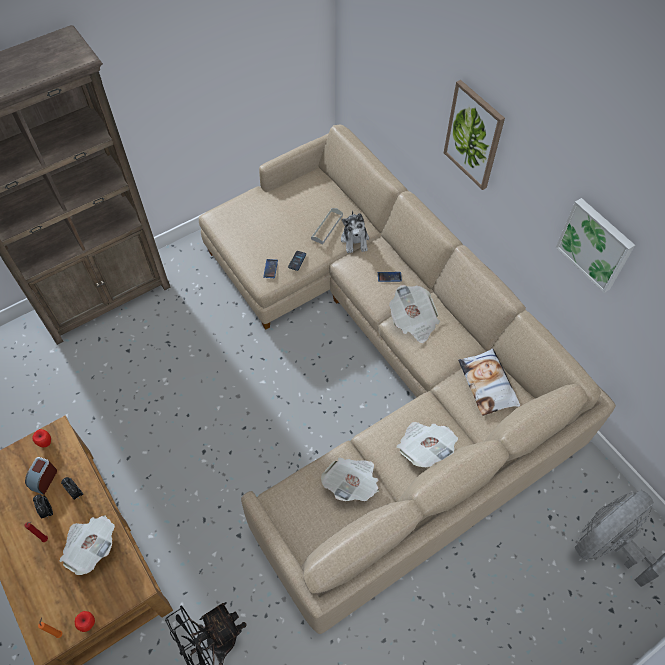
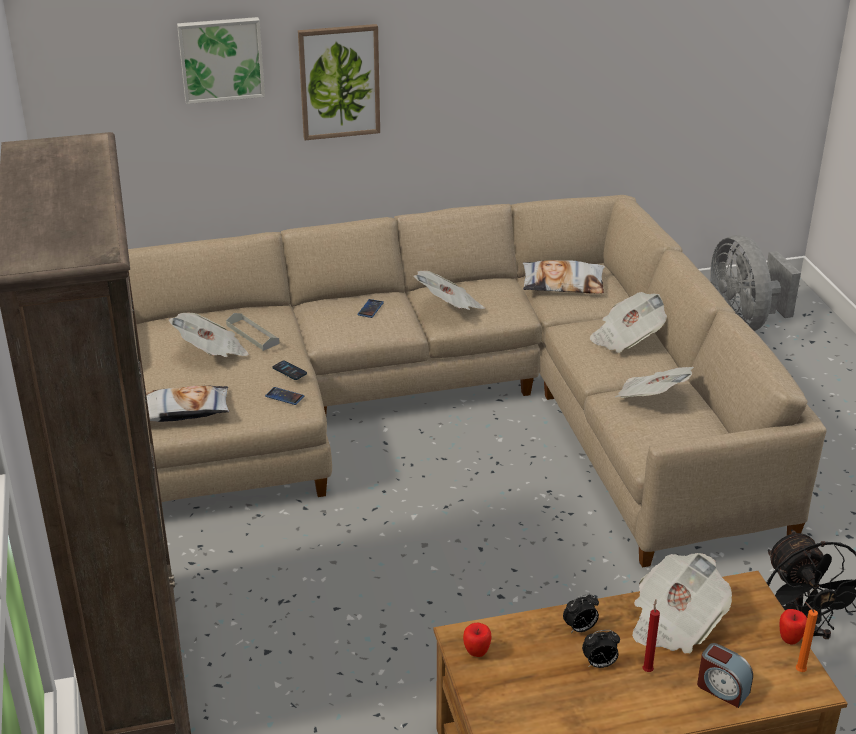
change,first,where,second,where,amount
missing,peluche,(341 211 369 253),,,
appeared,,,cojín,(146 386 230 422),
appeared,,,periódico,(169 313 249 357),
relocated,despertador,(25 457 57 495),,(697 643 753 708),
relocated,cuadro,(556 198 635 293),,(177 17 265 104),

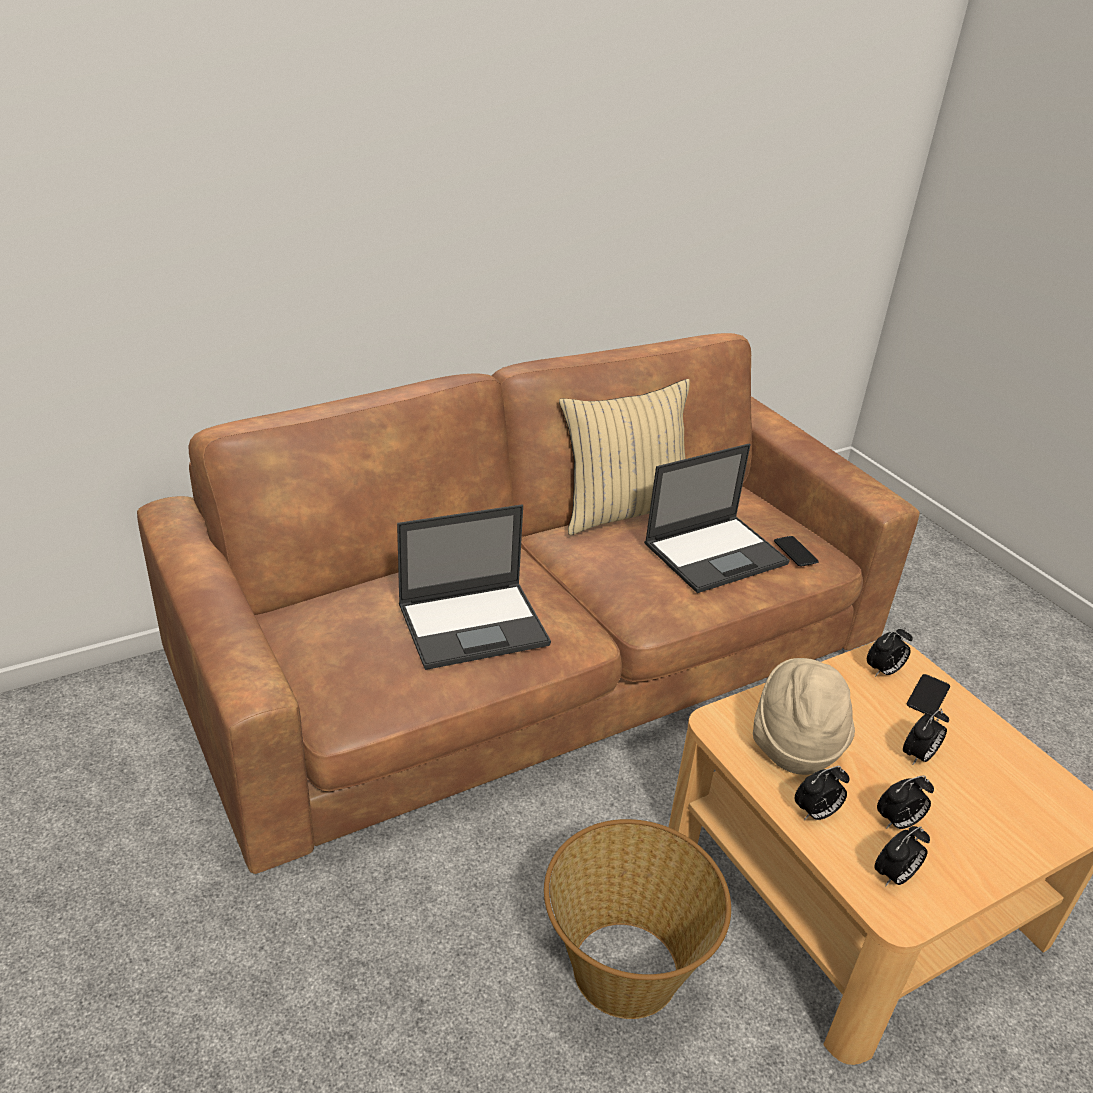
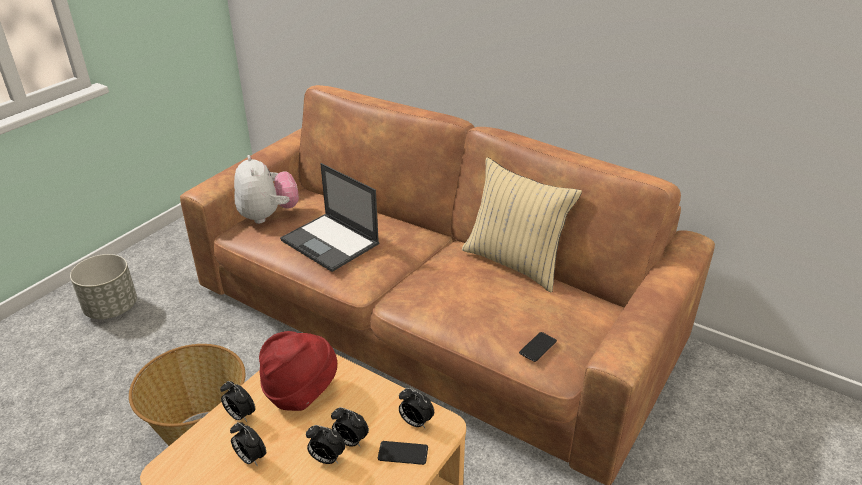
change,first,where,second,where,amount
missing,portátil,(644 444 790 593),,,
appeared,,,maceta (gris),(70 254 137 319),
appeared,,,peluche,(234 155 299 224),
relocated,despertador,(874 826 930 887),,(331 407 369 447),
colour,sombrero (beis),(753 658 855 775),sombrero (rojo),(259 331 337 411),

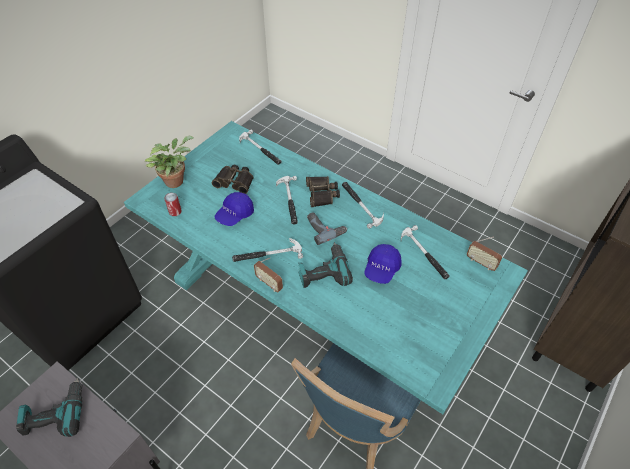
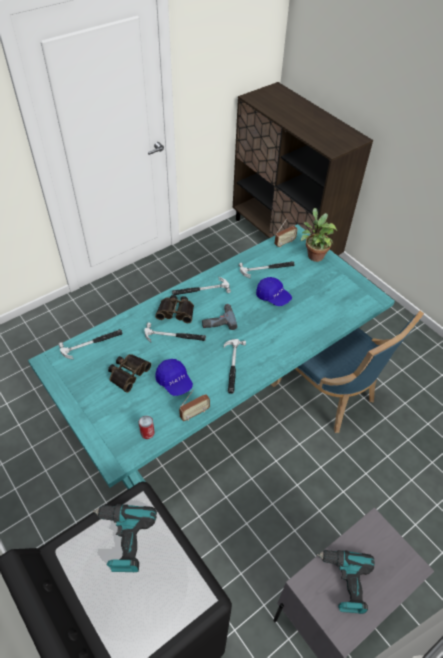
change,first,where,second,where,amount
relocated,planta en maceta,(145 136 194 188),,(301 208 337 262),
relocated,radio,(254 258 283 292),,(179 390 210 421),
relocated,taladro,(298 242 353 288),,(92 504 157 572),

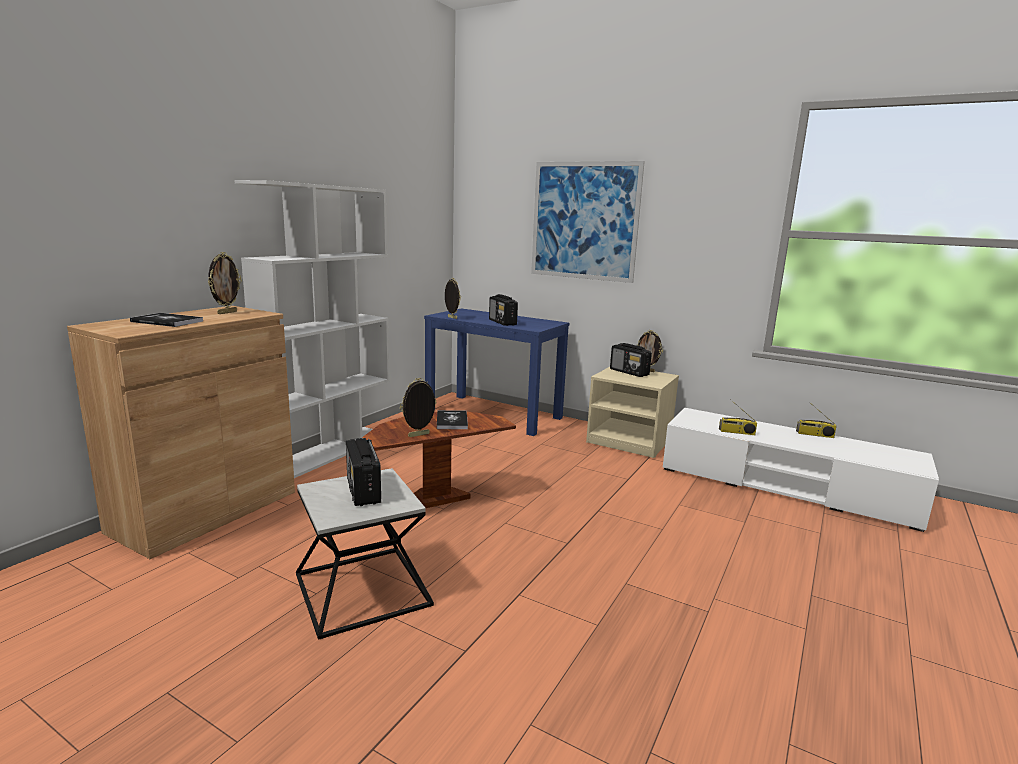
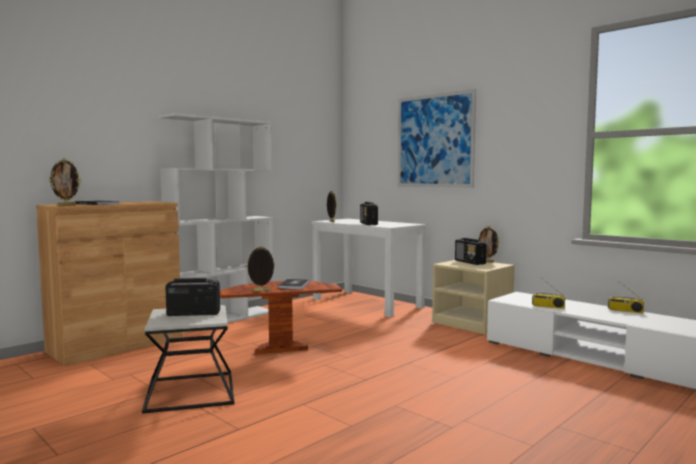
change,first,where,second,where,amount
relocated,portarretratos,(208 252 242 314),,(49 158 82 206),
colour,mesa consola (azul),(424 308 569 436),mesa consola (blanco),(312 219 426 317),
spun,radio,(346 438 381 506),,(166 278 220 316),90 degrees clockwise

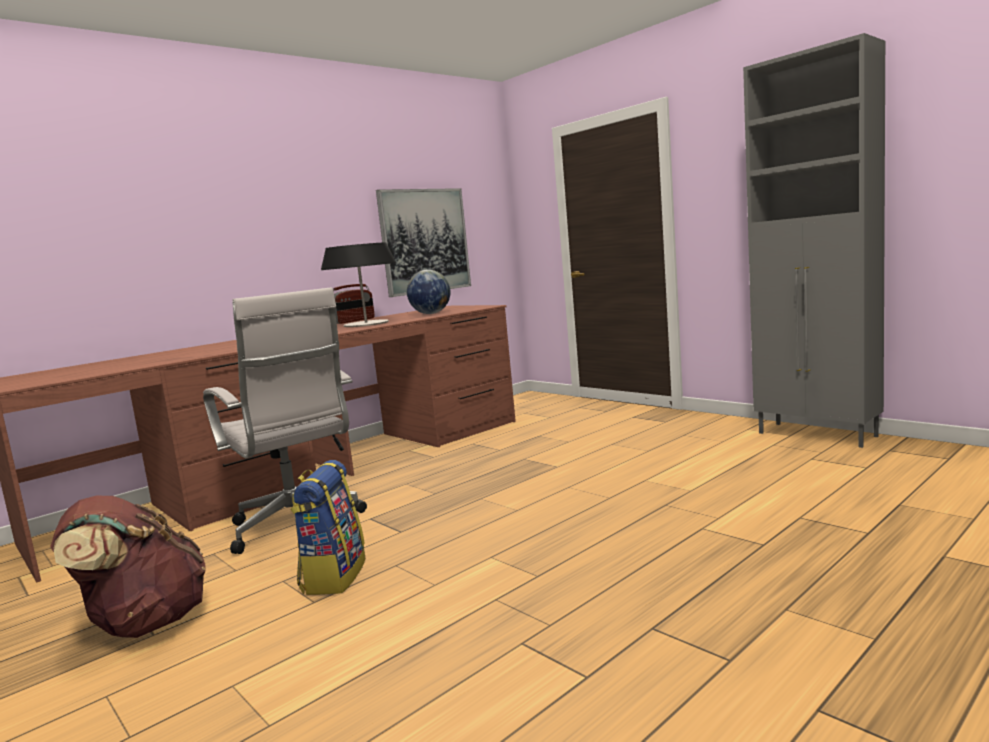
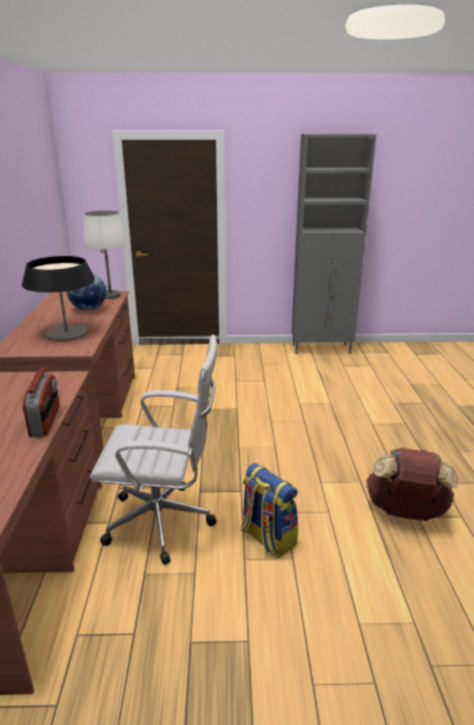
change,first,where,second,where,amount
missing,cuadro,(376 188 471 297),,,
appeared,,,lámpara de mesa (blanco),(83 210 126 299),
relocated,mochila (marrón),(50 496 206 638),,(366 448 459 521),
relocated,radio,(333 284 375 324),,(23 367 60 437),

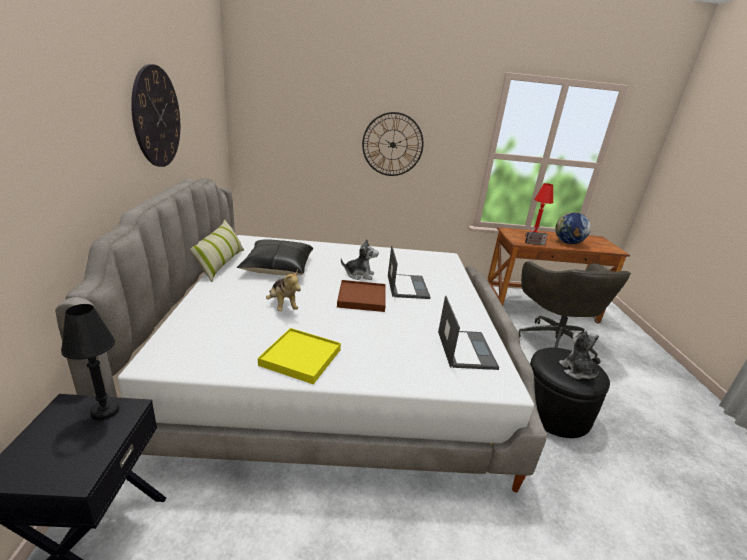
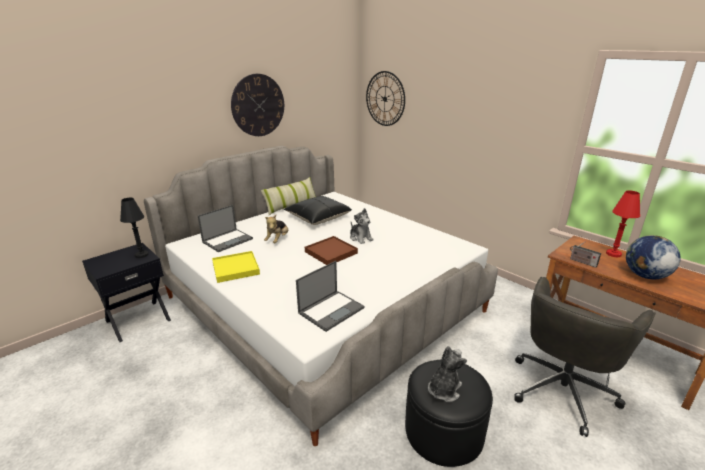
change,first,where,second,where,amount
relocated,reloj de pared,(362 112 424 176),,(366 71 405 126),
relocated,portátil,(388 245 430 299),,(198 205 253 252),

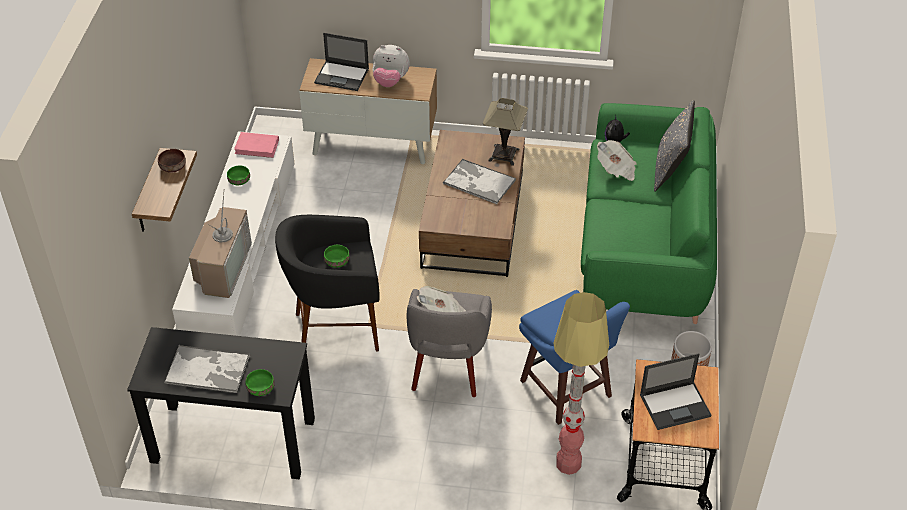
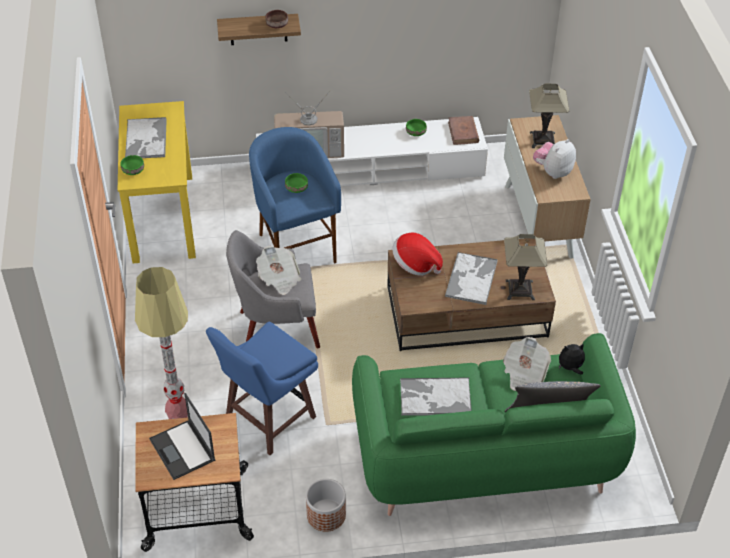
change,first,where,second,where,amount
appeared,,,sombrero,(393 233 443 276),
appeared,,,bandeja,(400 378 472 416),
exchanged,portátil,(314 33 369 91),lámpara de mesa,(529 84 569 148),
colour,escritorio (negro),(127 327 315 480),escritorio (amarillo),(118 101 196 263),
colour,libro (rosa),(234 132 279 158),libro (marrón),(448 116 479 145),
colour,taburete (negro),(275 215 380 351),taburete (azul),(249 127 341 263),
spun,peluche,(372 45 410 87),,(533 139 576 179),45 degrees clockwise

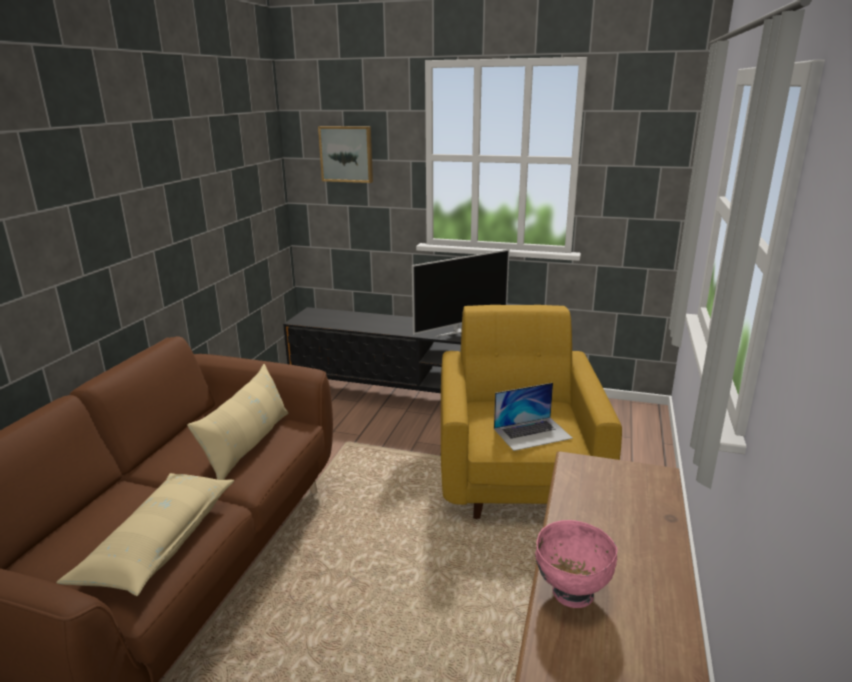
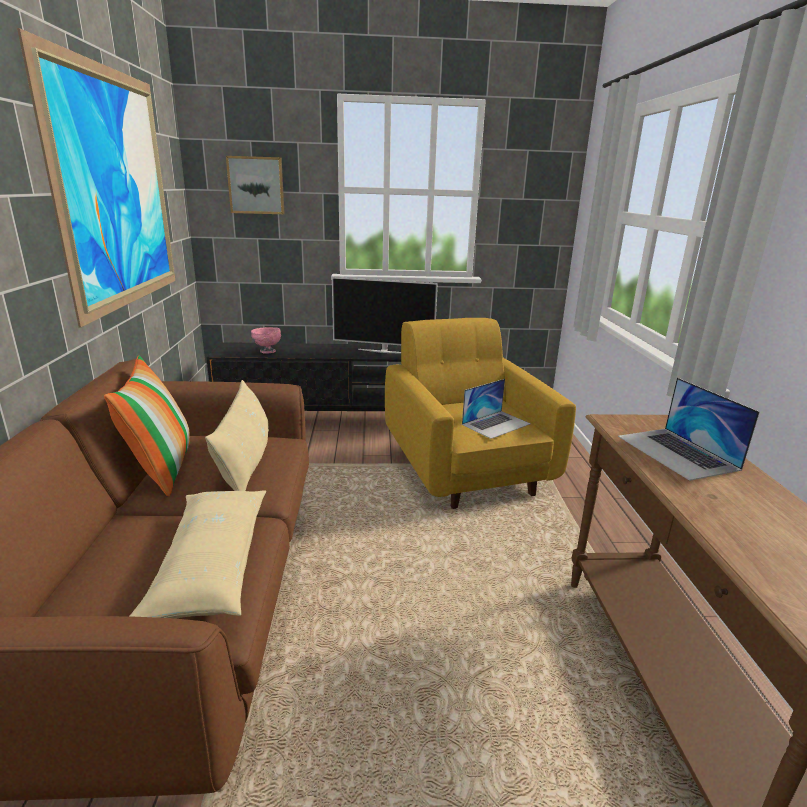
change,first,where,second,where,amount
appeared,,,cuadro,(17 28 175 327),
appeared,,,cojín,(104 356 190 497),
appeared,,,portátil,(618 378 760 481),
relocated,cuenco (rosa),(535 520 618 608),,(251 327 281 354),
spun,televisor,(412 249 509 337),,(332 277 438 354),60 degrees clockwise

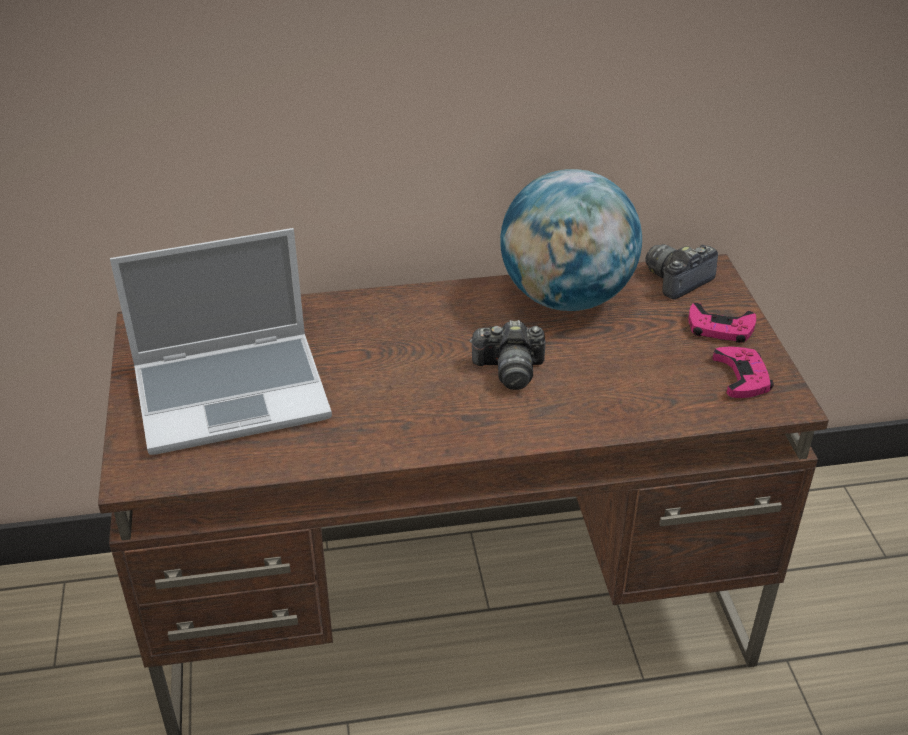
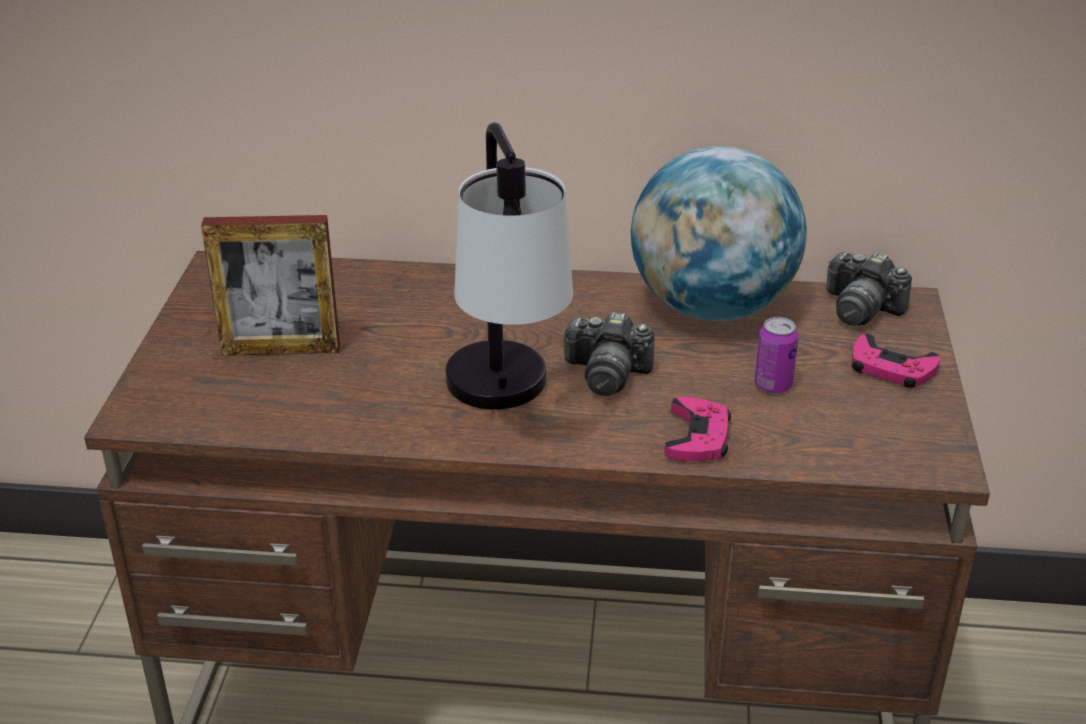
change,first,where,second,where,amount
appeared,,,lámpara de mesa,(446 122 573 410),
appeared,,,lata,(754 317 799 394),
relocated,mando de consola (rosa),(713 346 774 398),,(665 397 731 461),
exchanged,portátil,(110 228 332 455),portarretratos,(201 215 340 356),
spun,cámara,(645 244 718 299),,(826 252 912 326),120 degrees counterclockwise

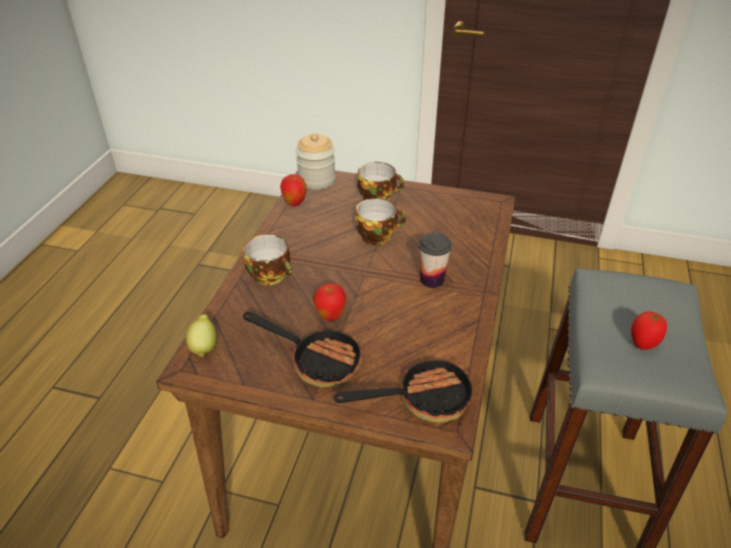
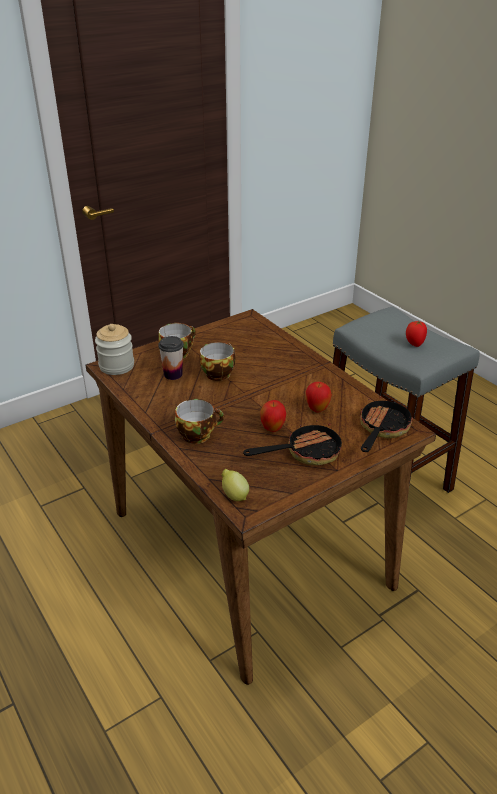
change,first,where,second,where,amount
relocated,manzana,(280 174 306 206),,(306 382 332 413),
relocated,taza,(419 232 452 288),,(158 336 184 380),

